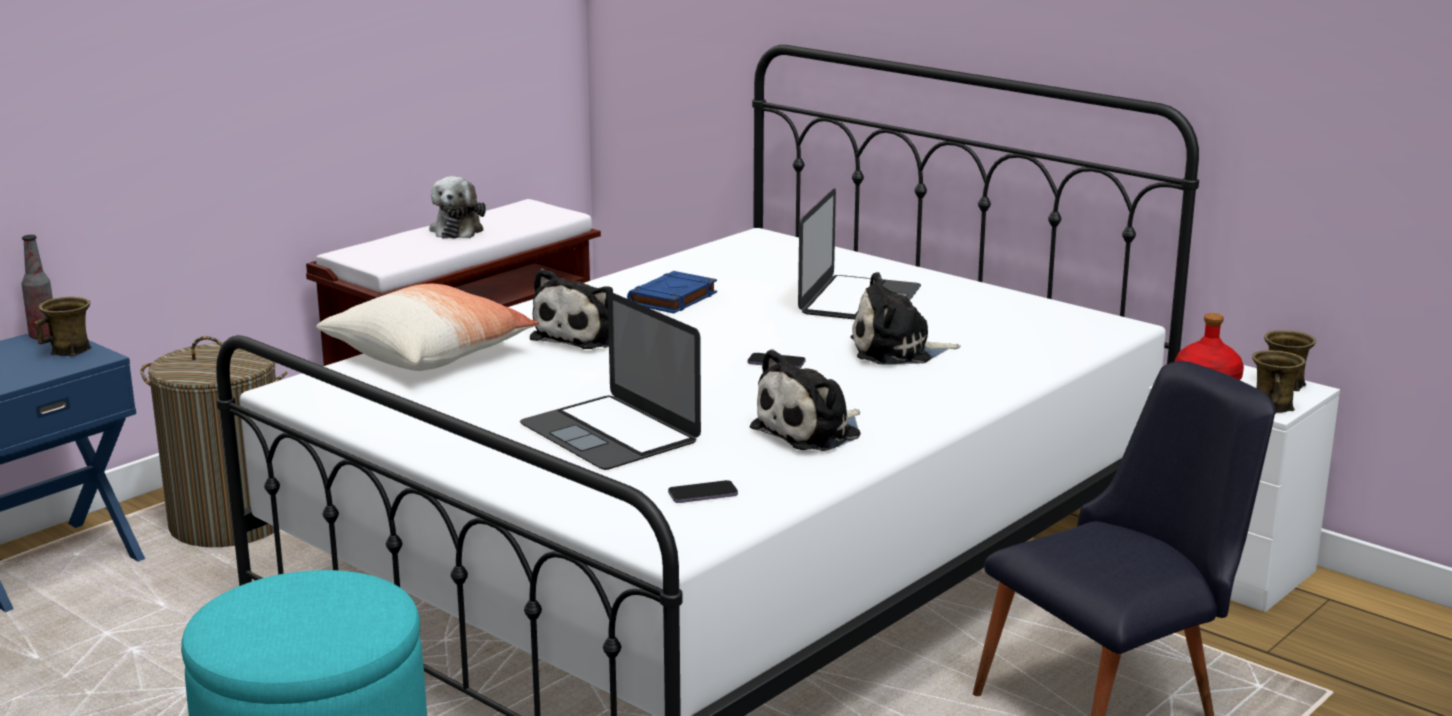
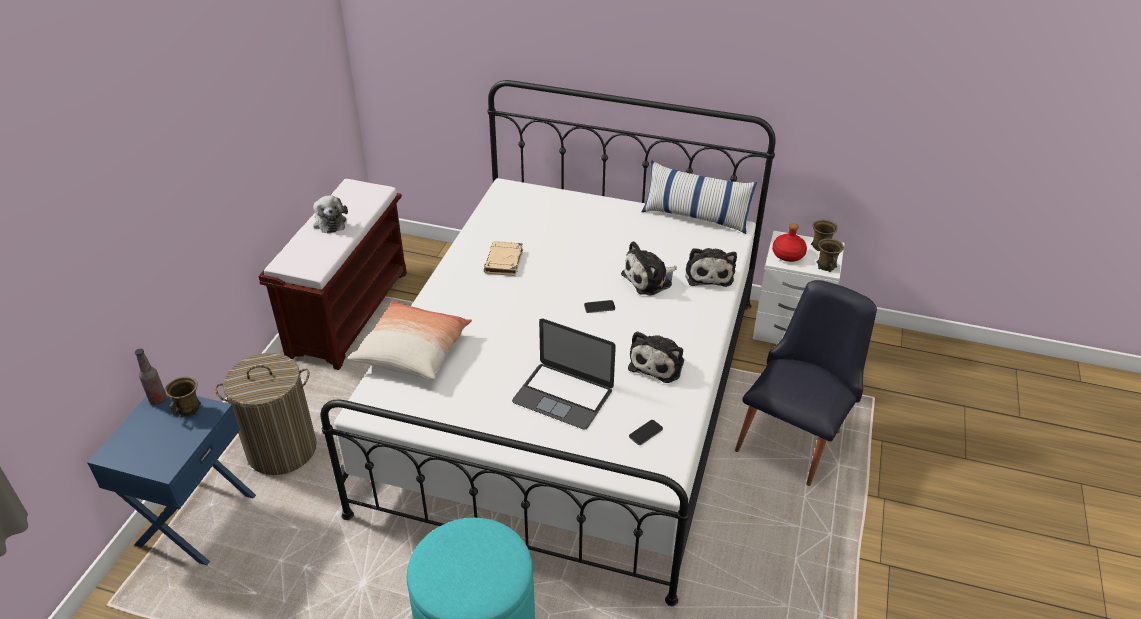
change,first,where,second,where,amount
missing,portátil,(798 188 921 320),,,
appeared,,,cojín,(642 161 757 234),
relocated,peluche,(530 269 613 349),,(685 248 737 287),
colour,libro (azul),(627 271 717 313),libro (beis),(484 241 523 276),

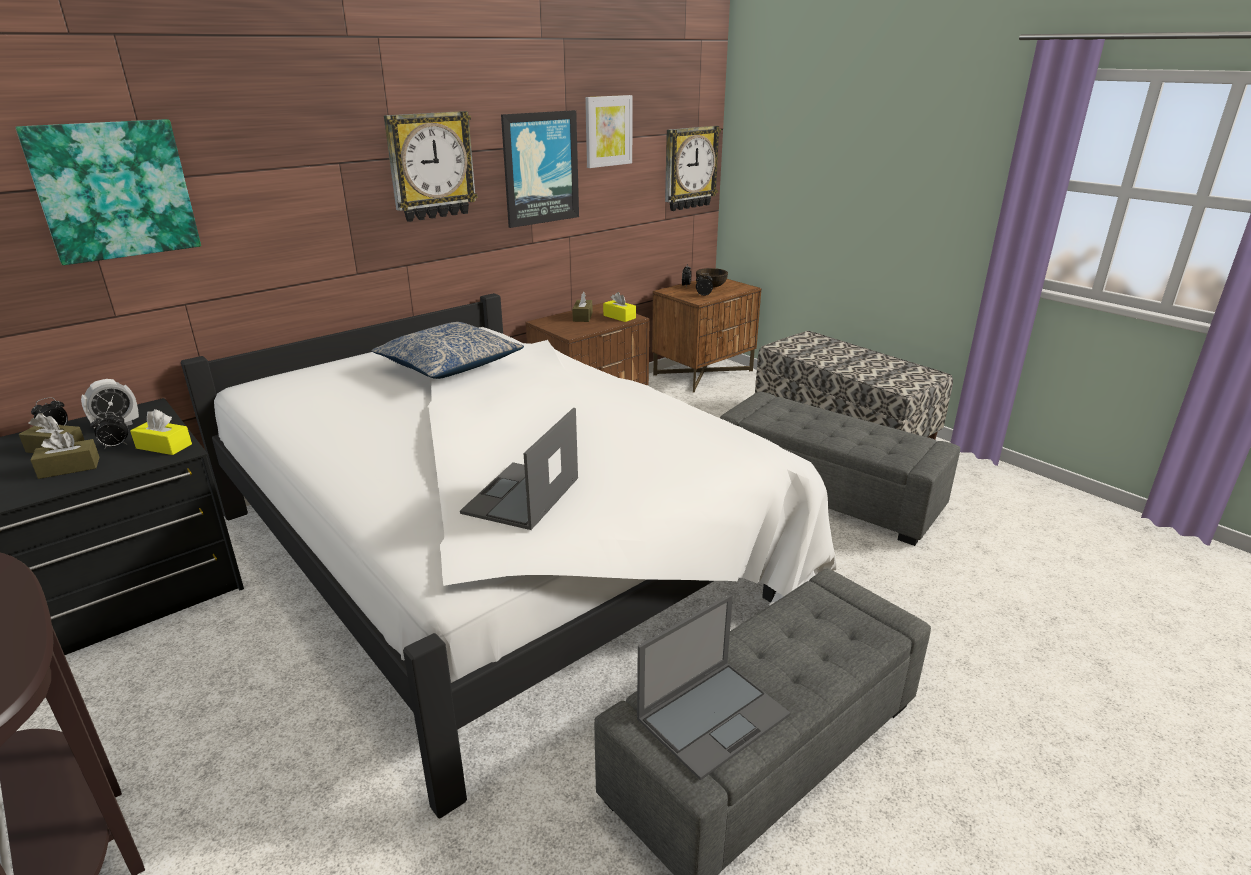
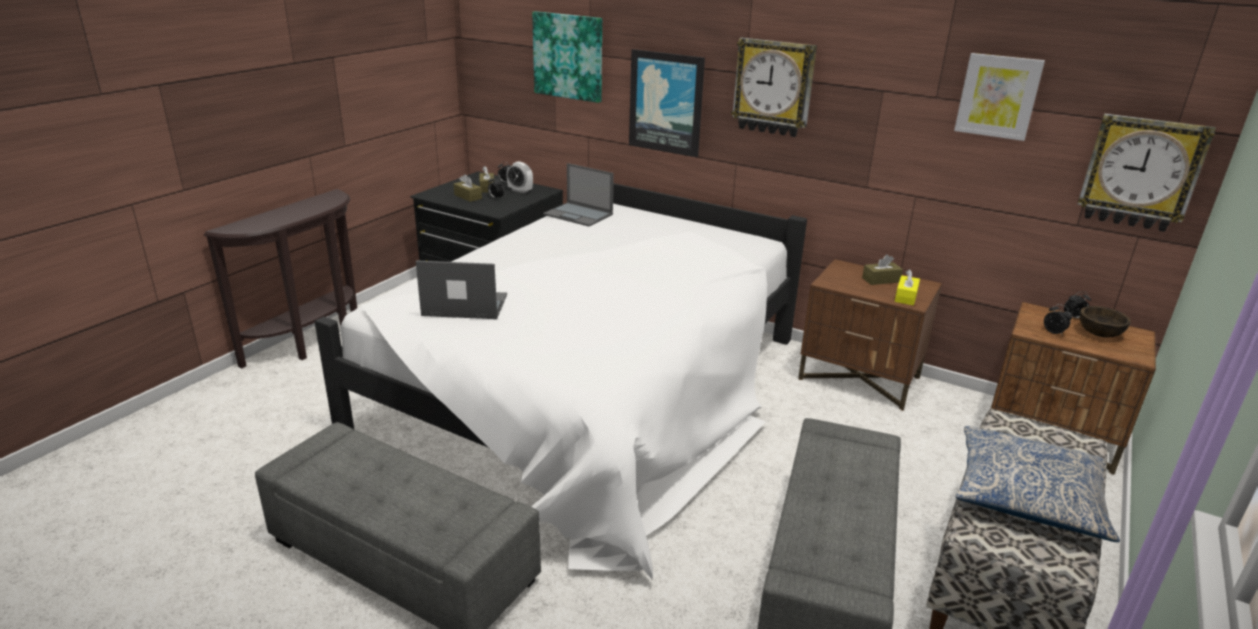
change,first,where,second,where,amount
missing,caja de pañuelos (amarillo),(130 409 192 455),,,
relocated,cojín,(372 322 524 379),,(955 426 1120 542),
relocated,cuadro,(501 110 579 228),,(629 49 705 157),
relocated,portátil,(637 594 790 781),,(543 163 614 226),

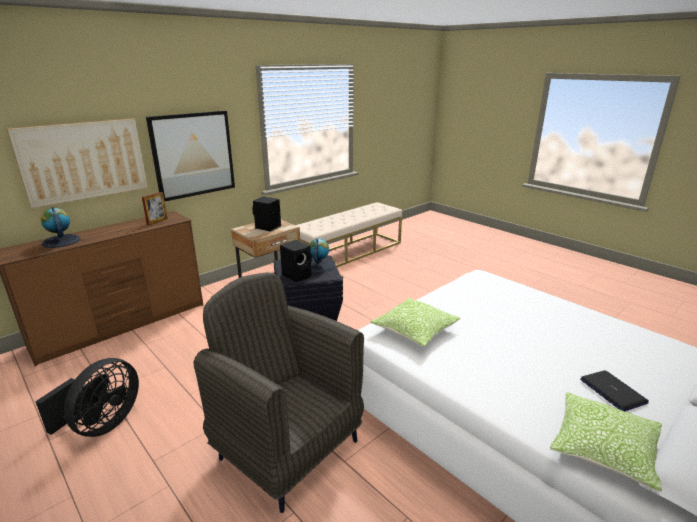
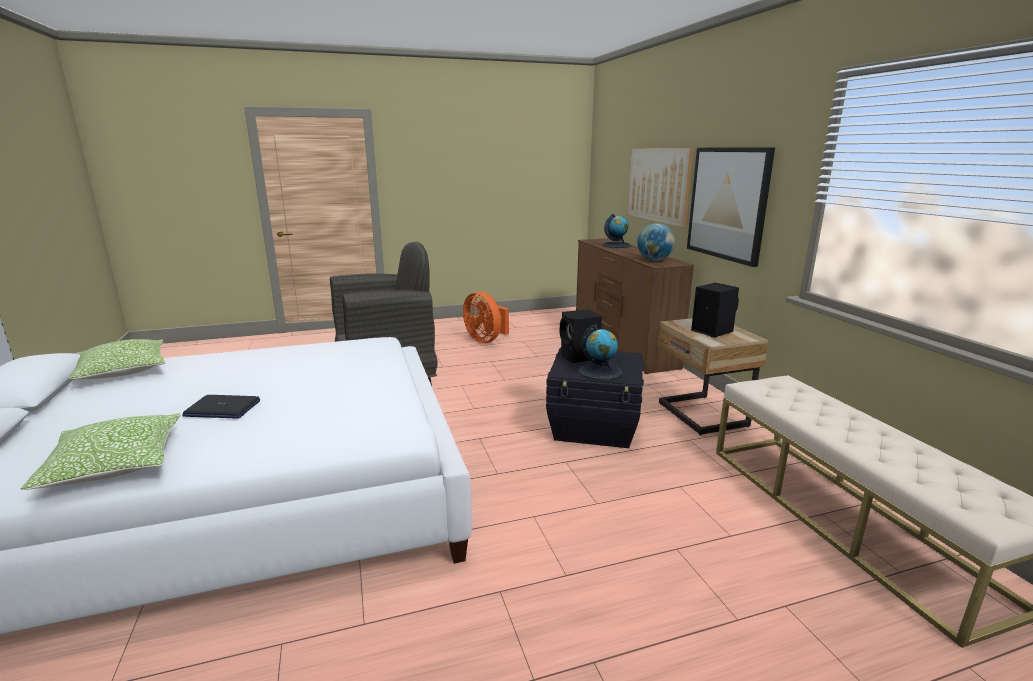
change,first,where,second,where,amount
relocated,cojín,(370 298 460 347),,(20 413 180 490),
relocated,portátil,(580 370 649 411),,(182 395 260 419),
exchanged,portarretratos,(142 192 168 225),globo terráqueo,(637 223 675 261),
colour,ventilador (negro),(35 358 139 437),ventilador (naranja),(463 292 509 343),

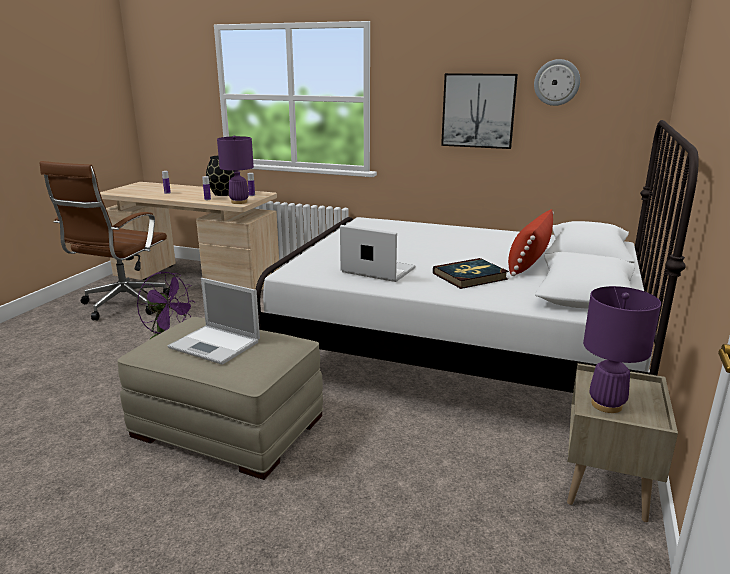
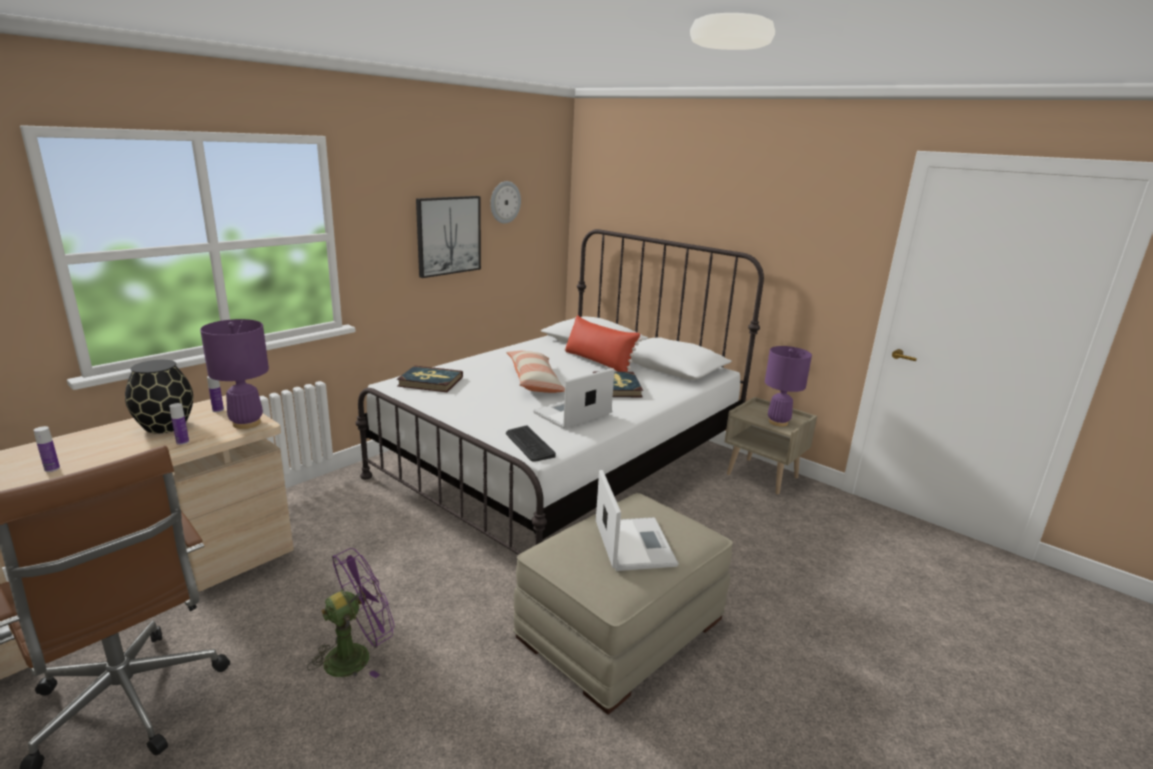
change,first,where,second,where,amount
appeared,,,libro,(397 365 463 392),
appeared,,,cojín,(506 351 565 393),
appeared,,,teclado,(506 425 556 462),
spun,portátil,(168 278 260 365),,(596 470 679 571),60 degrees counterclockwise

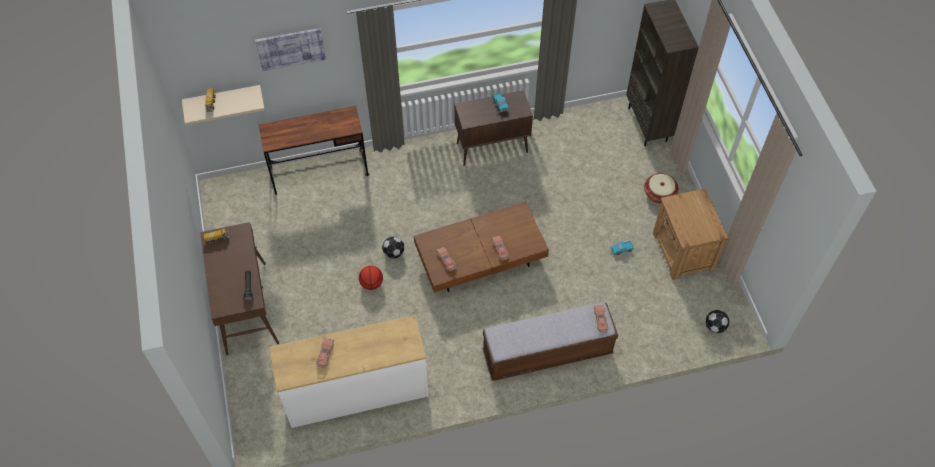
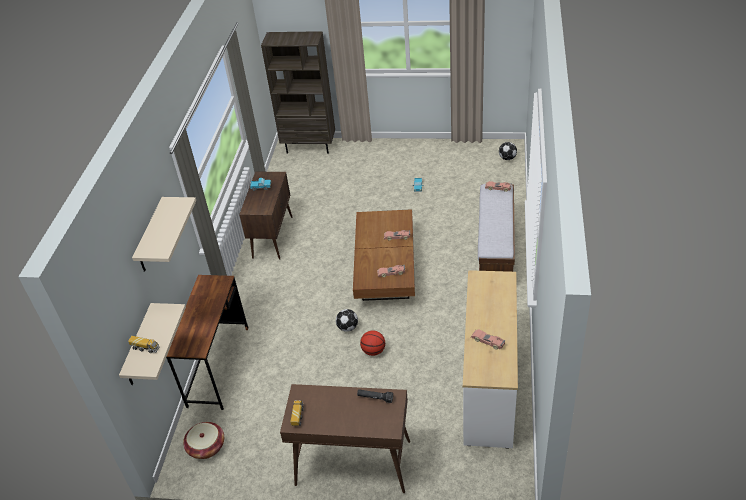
change,first,where,second,where,amount
missing,mesita de noche (marrón),(653 188 729 280),,,
relocated,cesta,(644 173 679 203),,(183 422 224 459),
exchanged,cuadro,(255 28 326 71),estante (beis),(132 197 196 272),

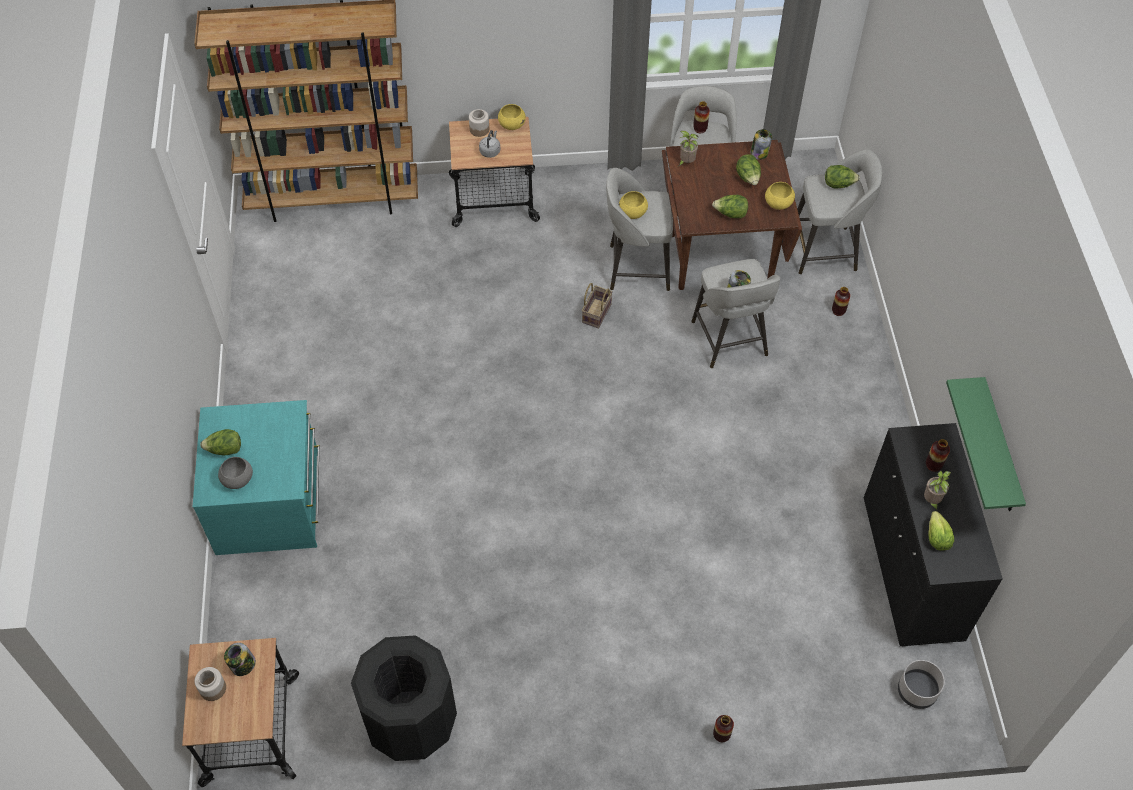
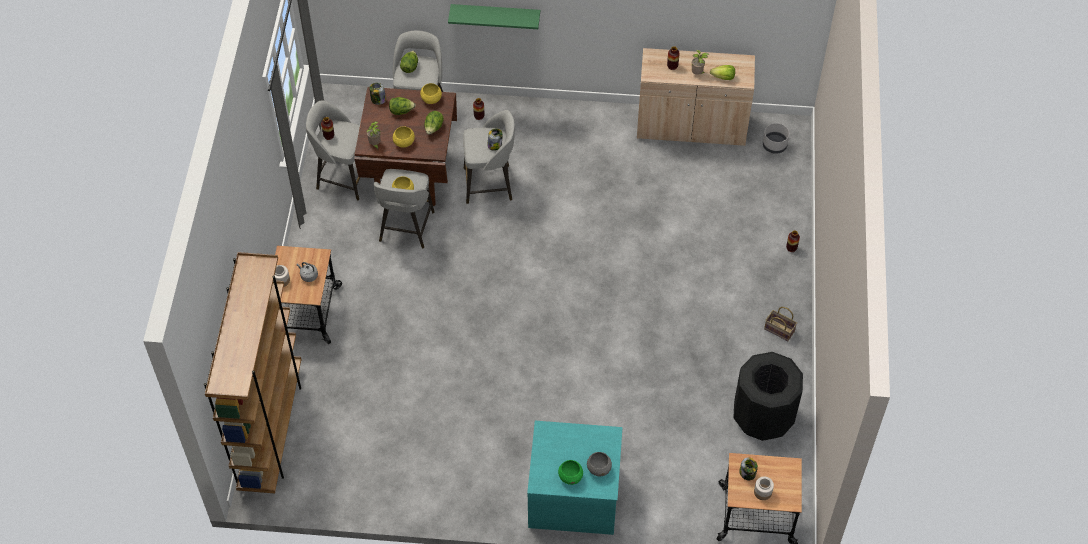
change,first,where,second,where,amount
relocated,cuenco (amarillo),(498 104 526 130),,(393 126 415 148),
relocated,cesta,(582 283 613 328),,(764 307 797 341),
relocated,estante (verde),(946 377 1026 511),,(448 4 540 29),
exchanged,lechuga,(200 429 241 456),cuenco (verde),(558 460 583 485),
colour,armario (negro),(864 423 1003 647),armario (beis),(637 48 755 146),

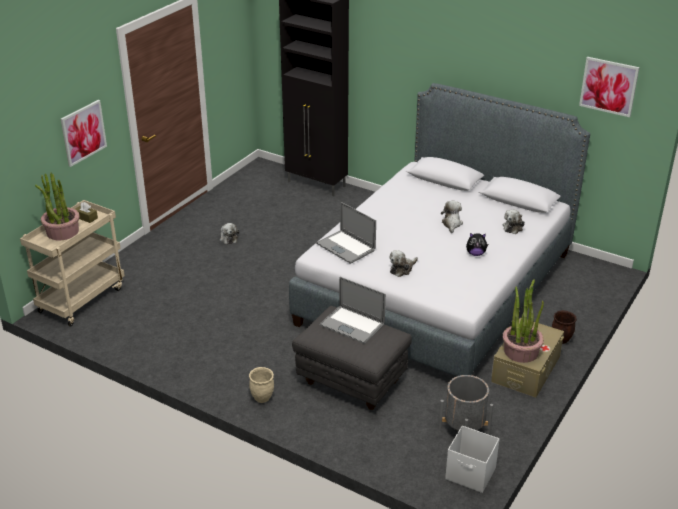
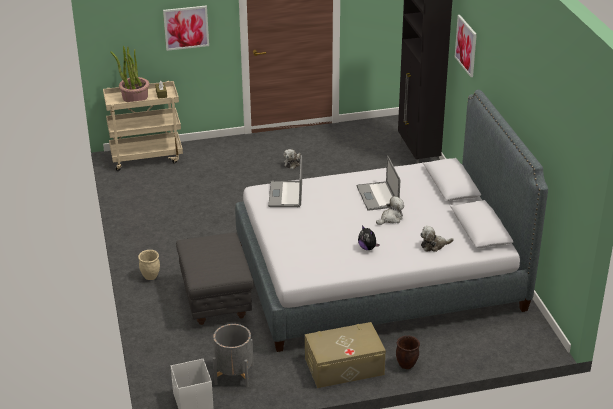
change,first,where,second,where,amount
missing,peluche,(390 250 418 277),,,
missing,planta en maceta,(503 279 544 363),,,
relocated,portátil,(320 277 386 344),,(356 155 400 211),
relocated,cuadro,(579 57 640 117),,(455 15 477 77),

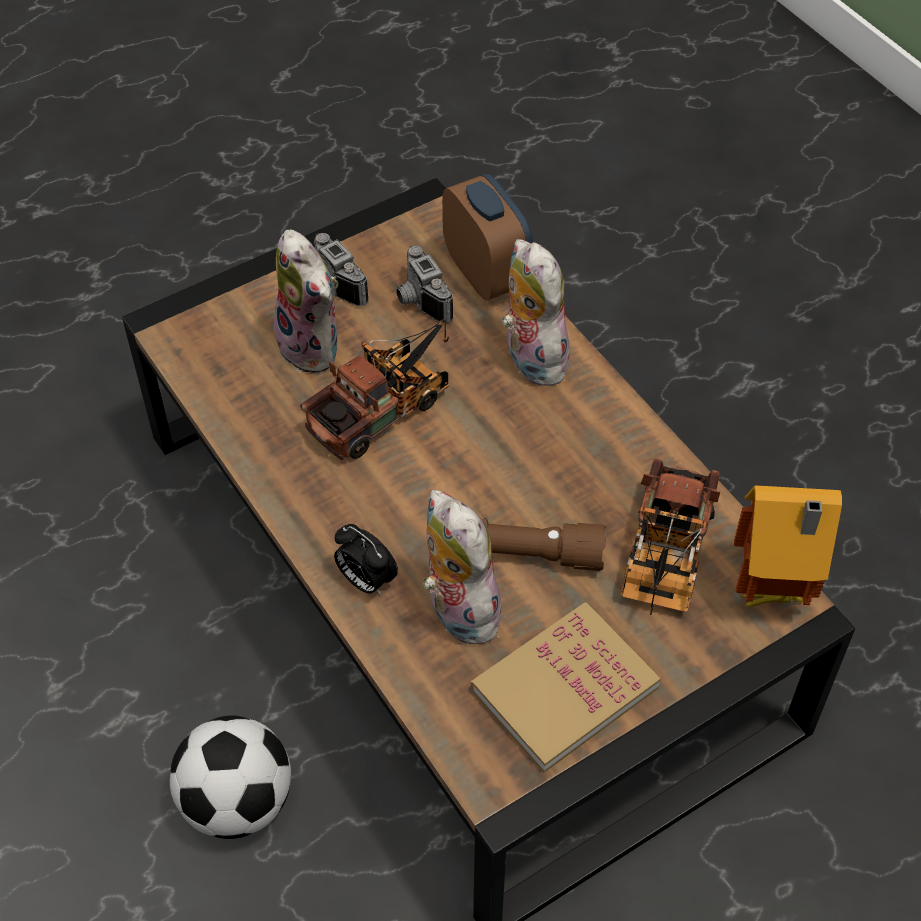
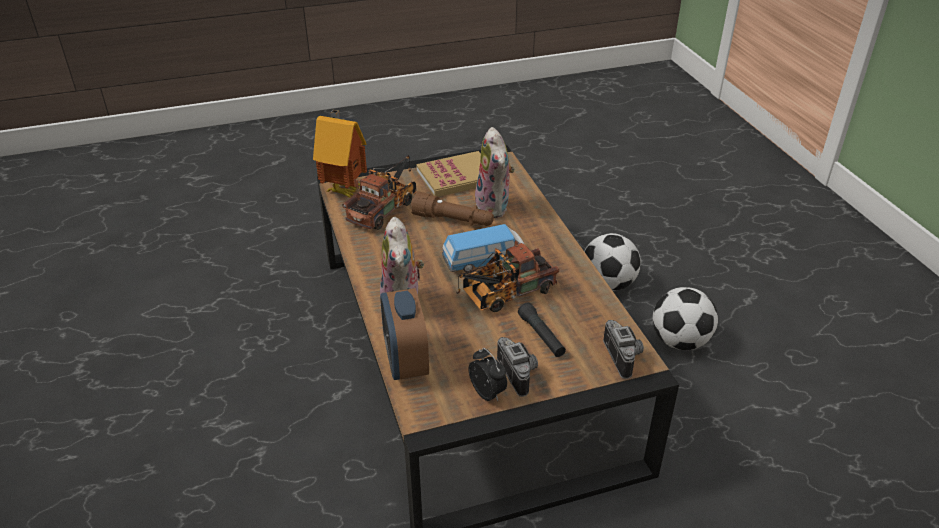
change,first,where,second,where,amount
appeared,,,coche de juguete,(442 224 525 272),
appeared,,,balón de fútbol,(653 287 718 350),
relocated,despertador,(334 524 398 595),,(468 348 507 401),
relocated,cámara,(396 246 453 323),,(603 320 644 379),
exchanged,peluche,(274 229 338 373),linterna (negro),(518 303 566 357),

